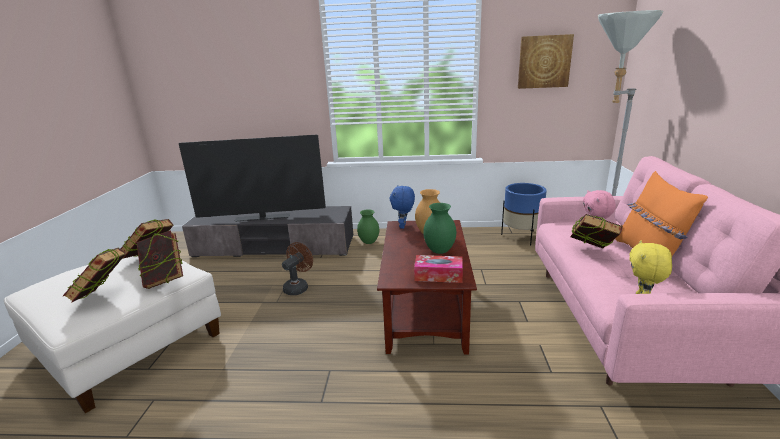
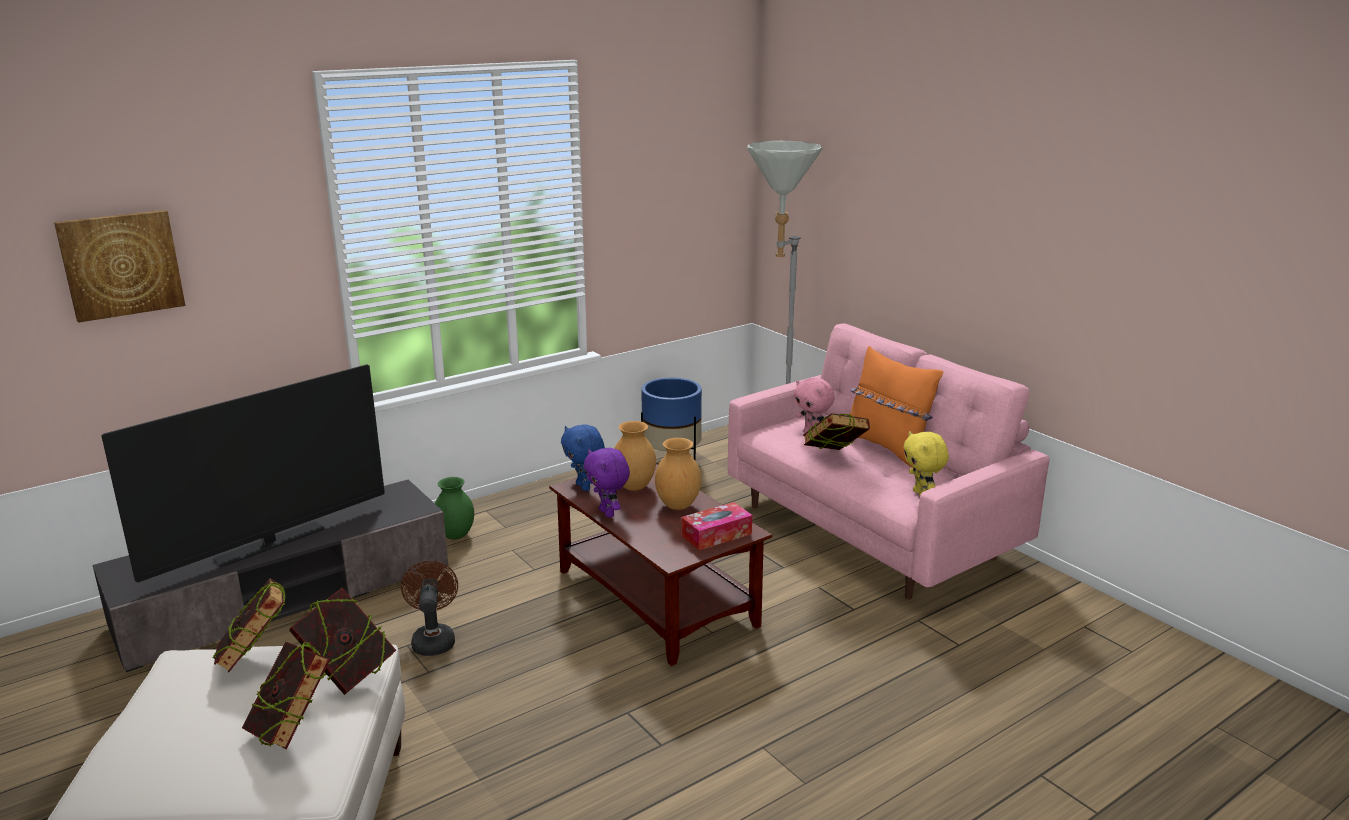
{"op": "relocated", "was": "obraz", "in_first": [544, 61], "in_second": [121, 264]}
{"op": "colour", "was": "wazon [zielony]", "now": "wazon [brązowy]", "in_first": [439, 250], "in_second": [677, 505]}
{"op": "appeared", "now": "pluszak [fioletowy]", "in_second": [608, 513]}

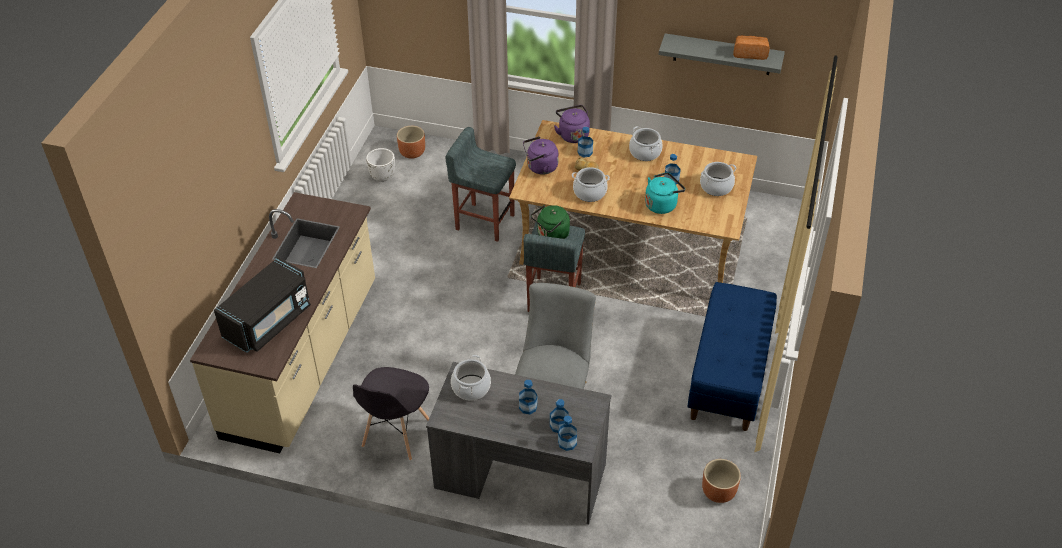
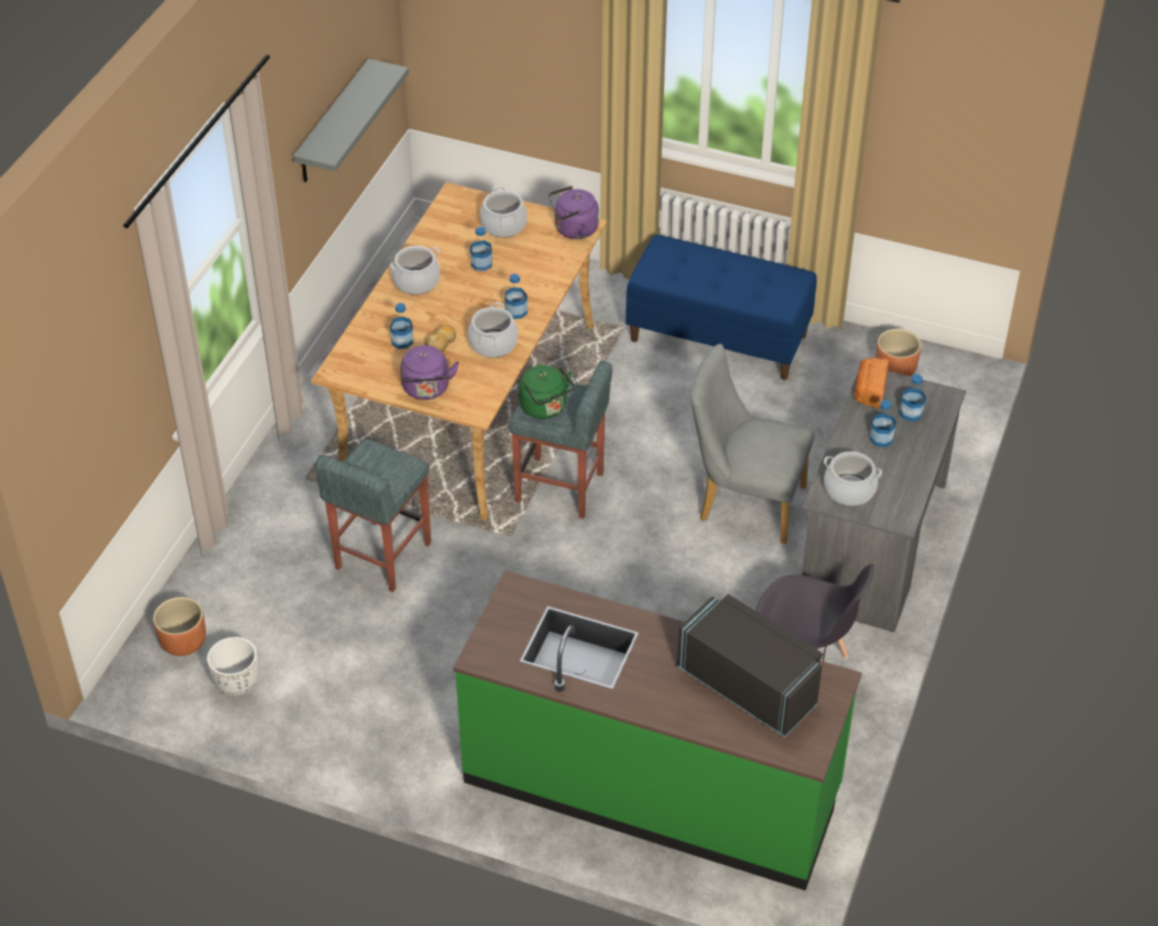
{"op": "relocated", "was": "chleb", "in_first": [750, 53], "in_second": [869, 391]}
{"op": "relocated", "was": "czajnik [fioletowy]", "in_first": [572, 134], "in_second": [573, 230]}
{"op": "missing", "was": "czajnik [turkusowy]", "in_first": [662, 204]}
{"op": "colour", "was": "zabudowa kuchenna [beżowy]", "now": "zabudowa kuchenna [zielony]", "in_first": [303, 359], "in_second": [652, 786]}
{"op": "relocated", "was": "butelka", "in_first": [567, 443], "in_second": [516, 311]}

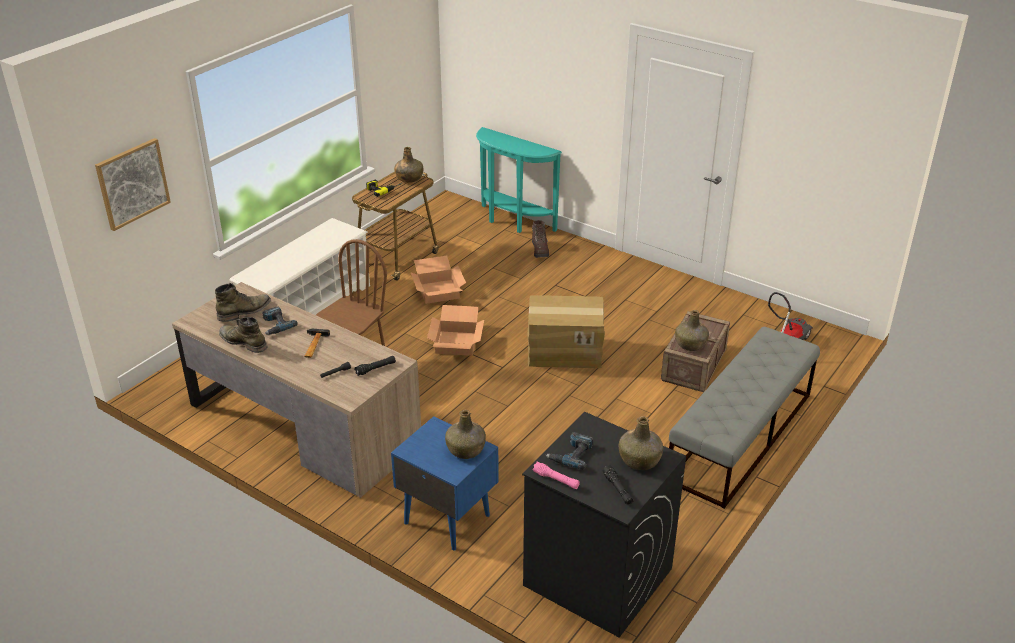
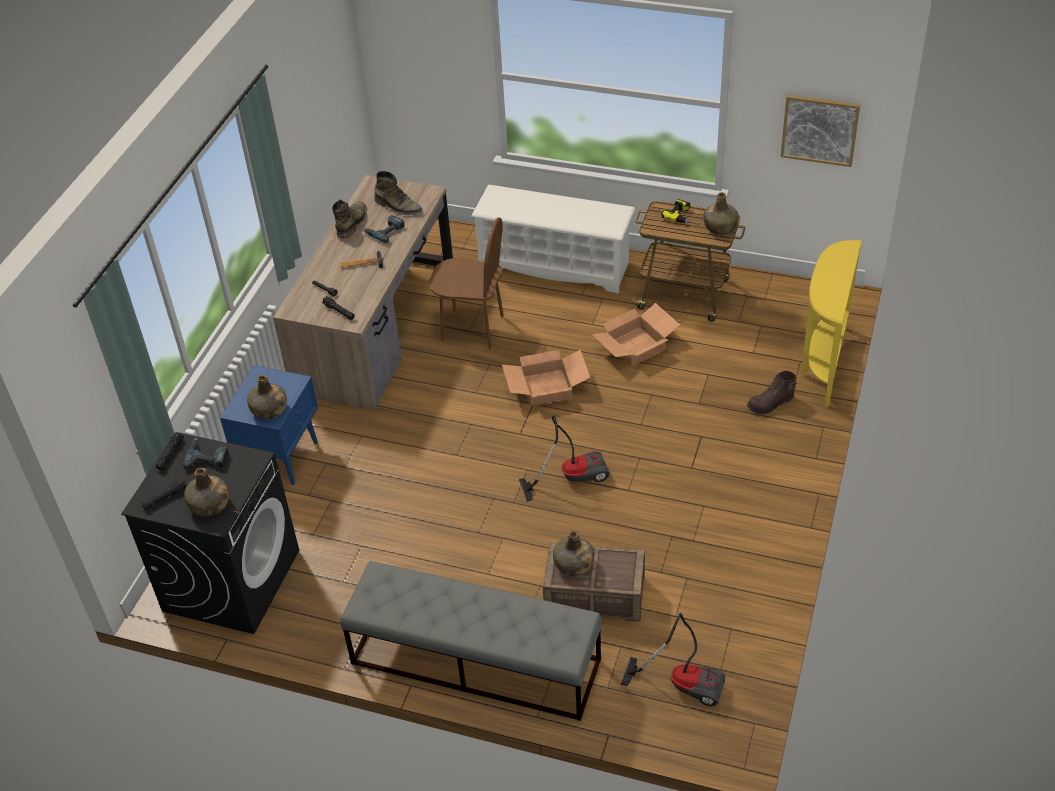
{"op": "colour", "was": "stolik konsolowy [turkusowy]", "now": "stolik konsolowy [żółty]", "in_first": [512, 222], "in_second": [822, 363]}
{"op": "relocated", "was": "obraz", "in_first": [132, 183], "in_second": [819, 129]}
{"op": "exchanged", "was": "karton", "now": "odkurzacz", "in_first": [565, 351], "in_second": [571, 476]}
{"op": "colour", "was": "latarka [różowy]", "now": "latarka [czarny]", "in_first": [556, 480], "in_second": [170, 455]}

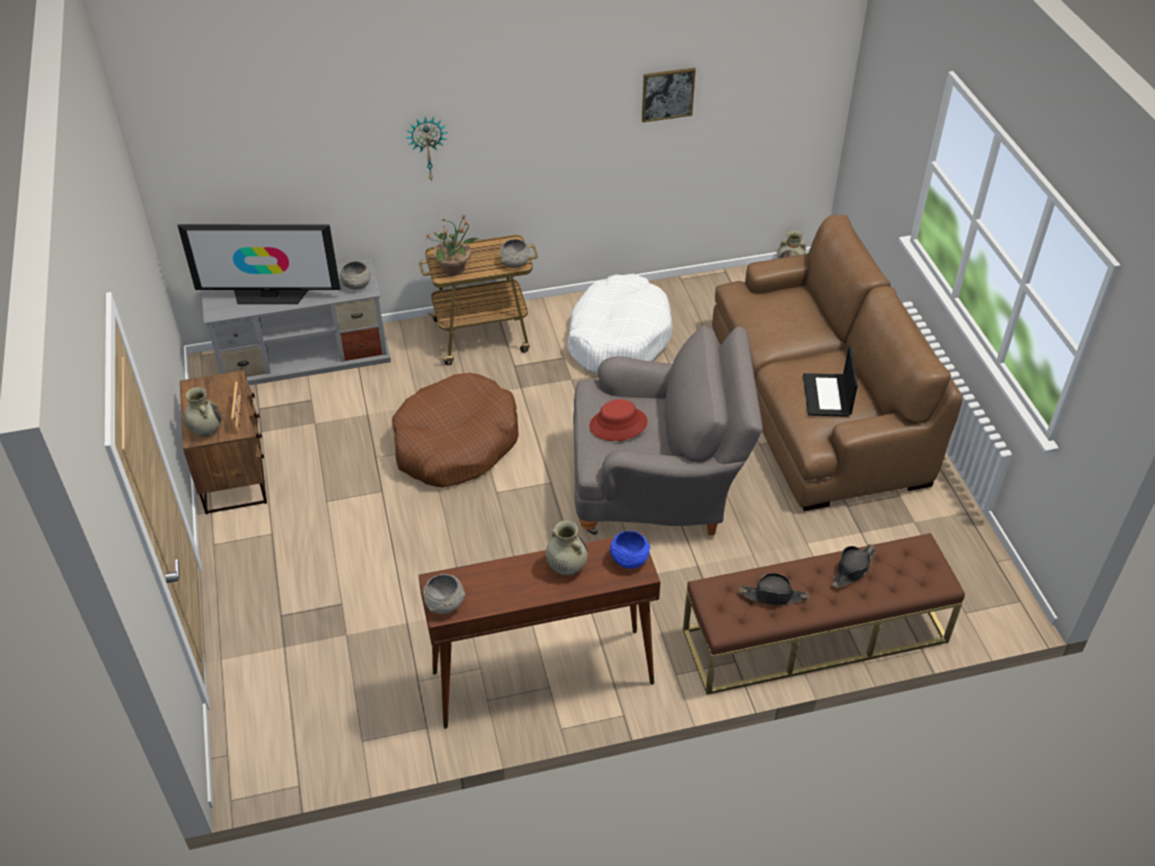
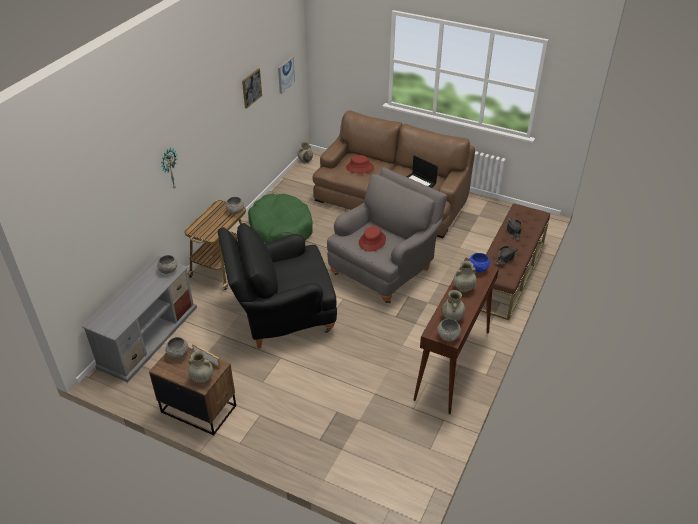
{"op": "missing", "was": "roślina doniczkowa", "in_first": [454, 268]}
{"op": "missing", "was": "telewizor", "in_first": [269, 295]}
{"op": "colour", "was": "legowisko [biały]", "now": "legowisko [zielony]", "in_first": [618, 337], "in_second": [281, 229]}
{"op": "exchanged", "was": "legowisko [brązowy]", "now": "fotel [czarny]", "in_first": [455, 443], "in_second": [281, 315]}
{"op": "appeared", "now": "obraz", "in_second": [285, 75]}
{"op": "appeared", "now": "kapelusz [czerwony]", "in_second": [359, 168]}
{"op": "appeared", "now": "wazon [beżowy]", "in_second": [452, 318]}
{"op": "appeared", "now": "miska [szary]", "in_second": [178, 354]}

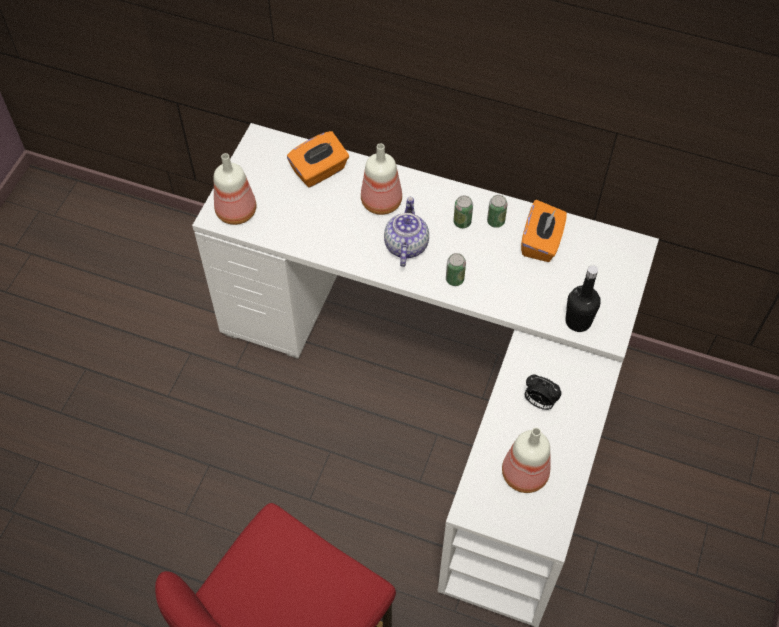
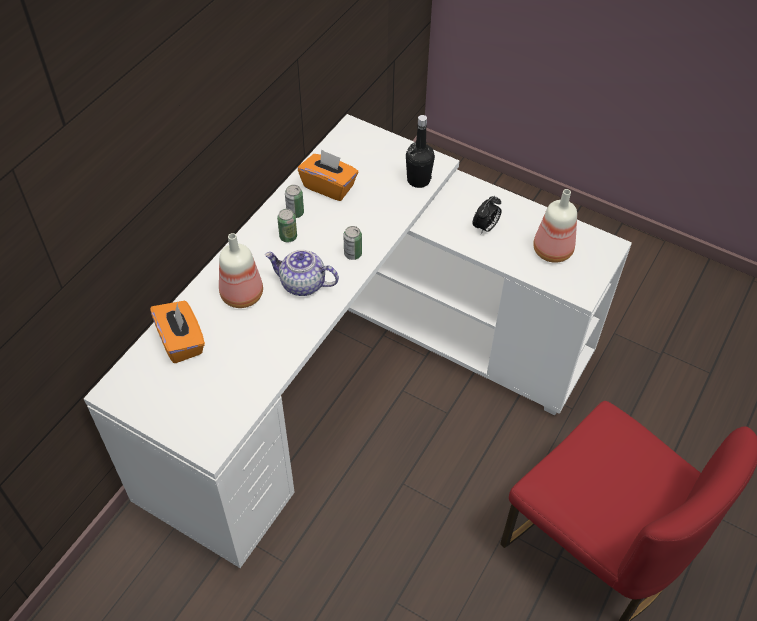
{"op": "missing", "was": "butelka", "in_first": [237, 210]}

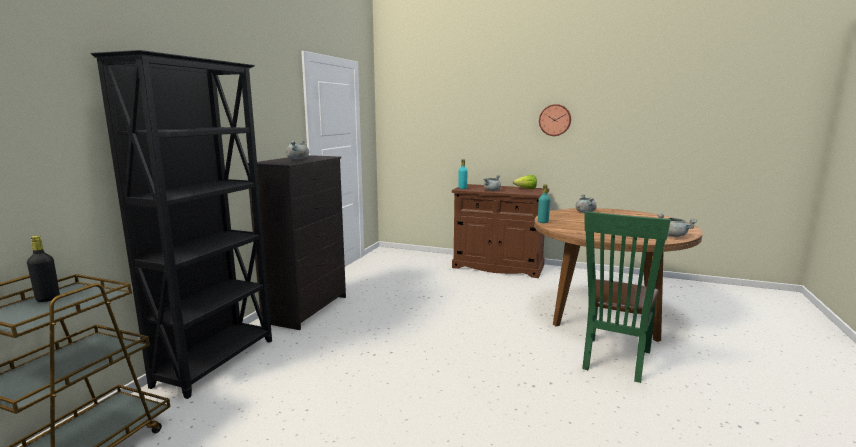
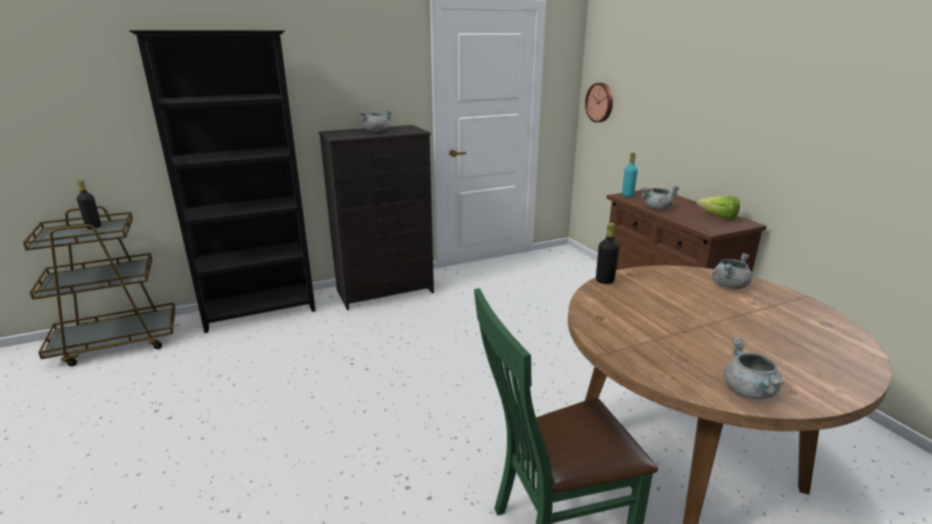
{"op": "relocated", "was": "zegar ścienny", "in_first": [555, 120], "in_second": [600, 102]}
{"op": "colour", "was": "butelka [turkusowy]", "now": "butelka [czarny]", "in_first": [543, 222], "in_second": [604, 281]}

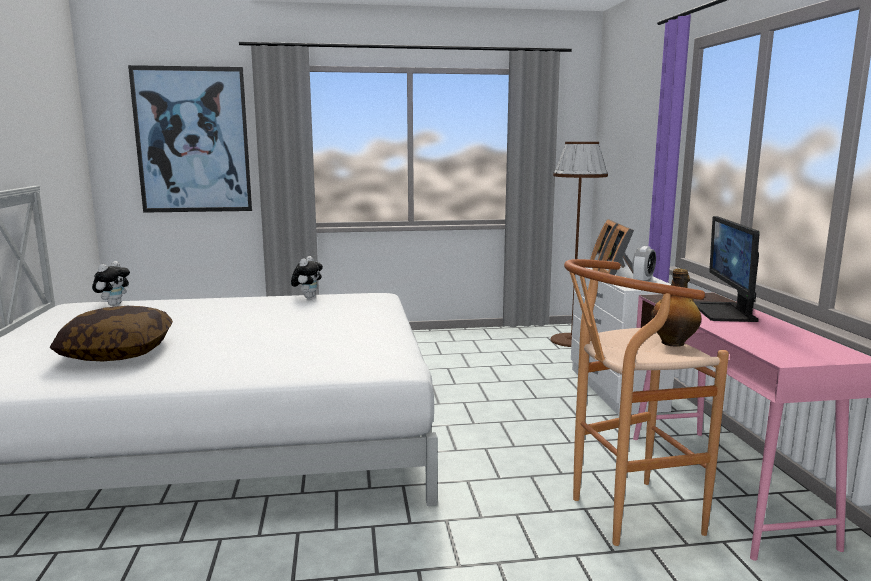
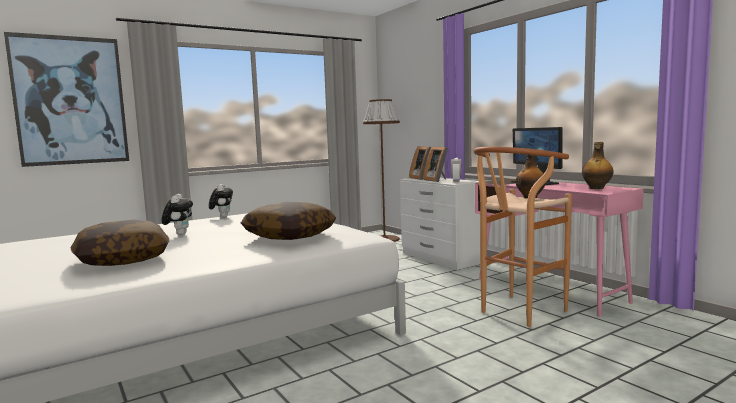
{"op": "relocated", "was": "pluszak", "in_first": [114, 304], "in_second": [179, 234]}
{"op": "appeared", "now": "butelka", "in_second": [596, 188]}
{"op": "appeared", "now": "poduszka", "in_second": [289, 236]}

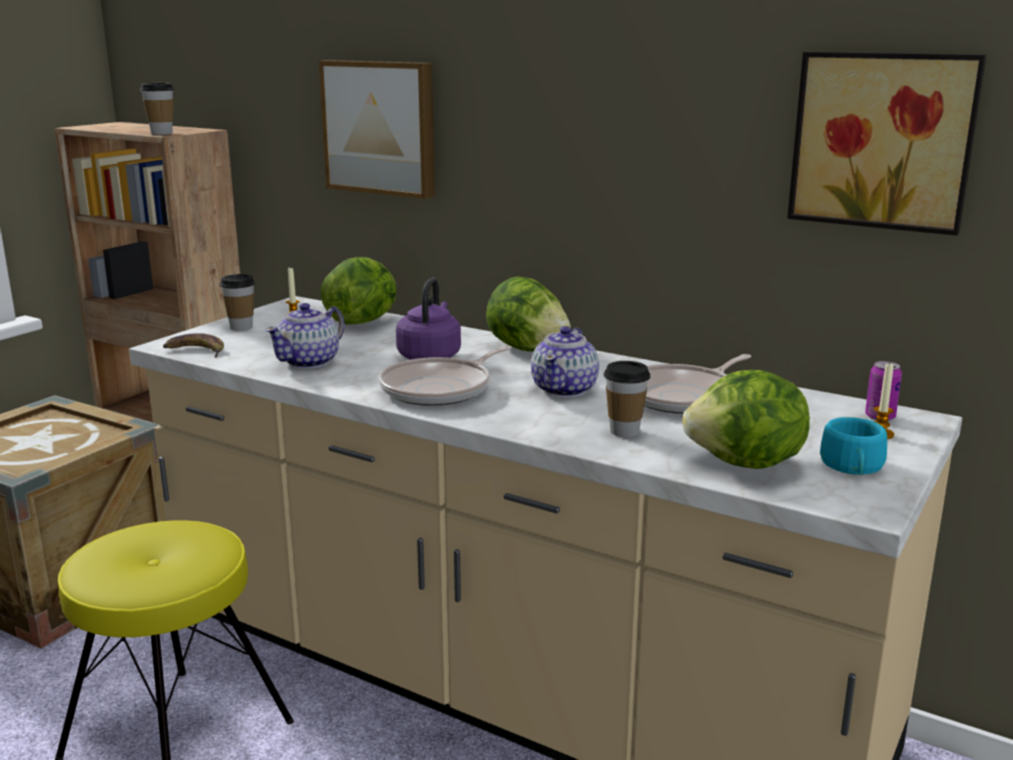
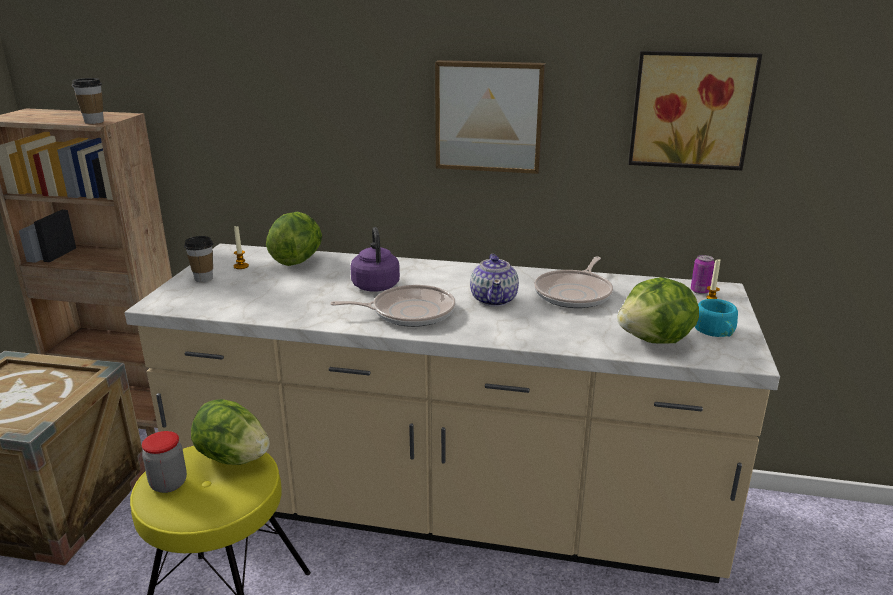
{"op": "relocated", "was": "obraz", "in_first": [381, 127], "in_second": [489, 116]}
{"op": "relocated", "was": "sałata", "in_first": [527, 349], "in_second": [233, 458]}
{"op": "missing", "was": "imbryk", "in_first": [309, 362]}
{"op": "missing", "was": "banan", "in_first": [196, 350]}
{"op": "spun", "was": "patelnia", "in_first": [440, 389], "in_second": [408, 312], "clockwise": -120}
{"op": "missing", "was": "filiżanka", "in_first": [624, 431]}
{"op": "appeared", "now": "słoik", "in_second": [168, 484]}

